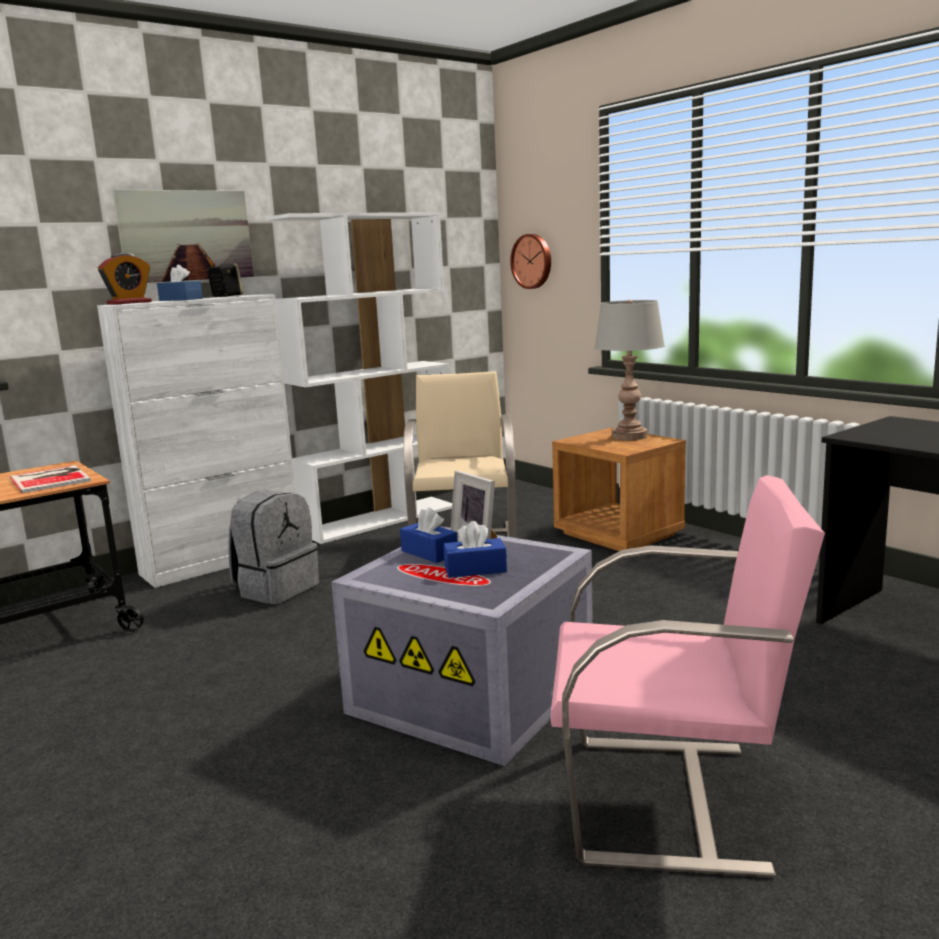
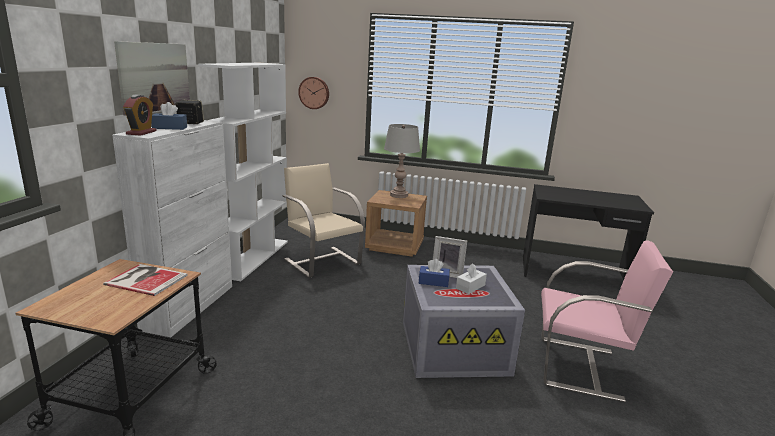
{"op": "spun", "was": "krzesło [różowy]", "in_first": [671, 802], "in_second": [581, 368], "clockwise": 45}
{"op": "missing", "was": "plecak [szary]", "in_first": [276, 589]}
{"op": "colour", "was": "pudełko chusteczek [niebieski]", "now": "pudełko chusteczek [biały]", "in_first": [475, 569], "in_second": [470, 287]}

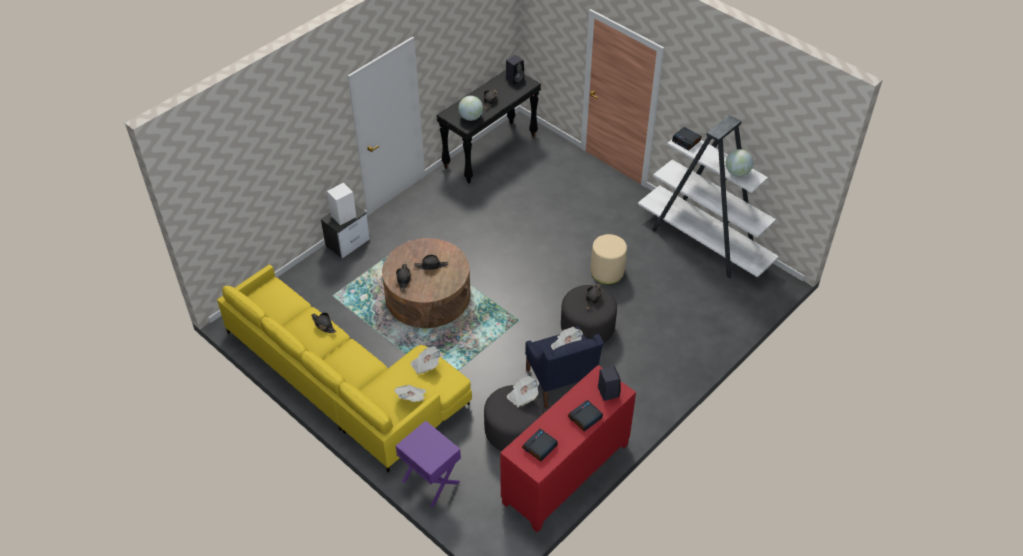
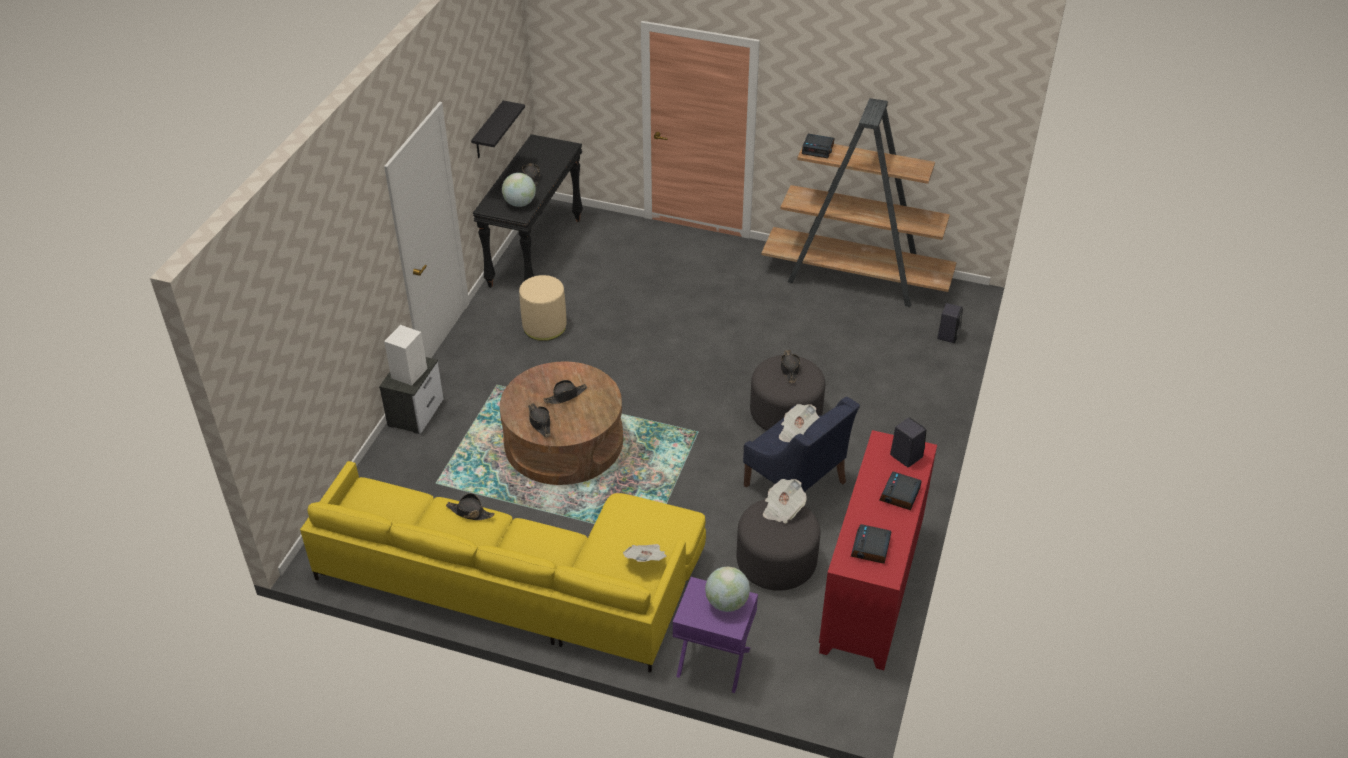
{"op": "relocated", "was": "głośnik [czarny]", "in_first": [515, 79], "in_second": [948, 335]}
{"op": "colour", "was": "regał [biały]", "now": "regał [brązowy]", "in_first": [704, 243], "in_second": [856, 278]}
{"op": "relocated", "was": "globus", "in_first": [737, 173], "in_second": [726, 602]}
{"op": "relocated", "was": "pufa [beżowy]", "in_first": [607, 272], "in_second": [544, 327]}
{"op": "missing", "was": "gazeta", "in_first": [426, 365]}
{"op": "appeared", "now": "półka [czarny]", "in_second": [488, 131]}

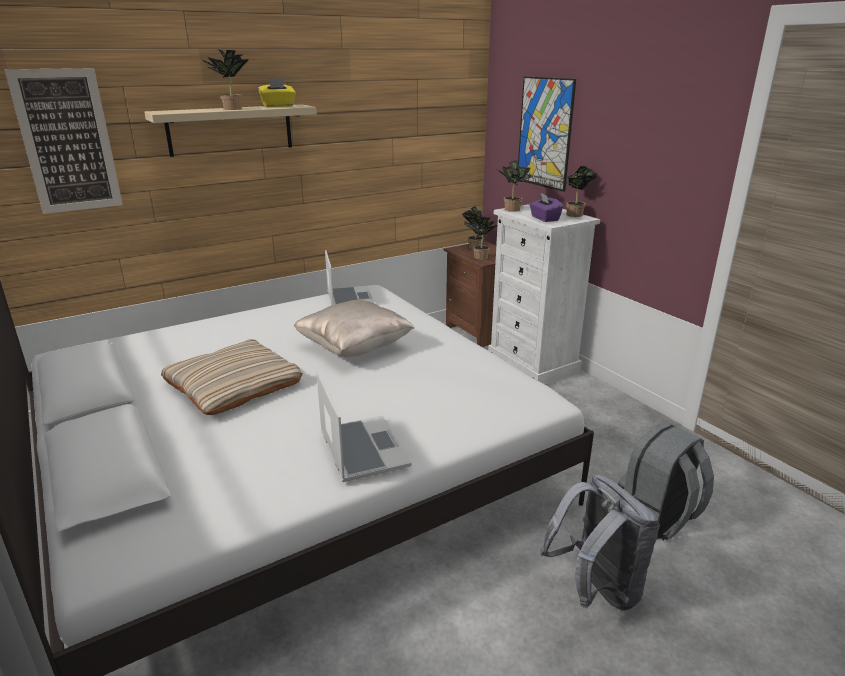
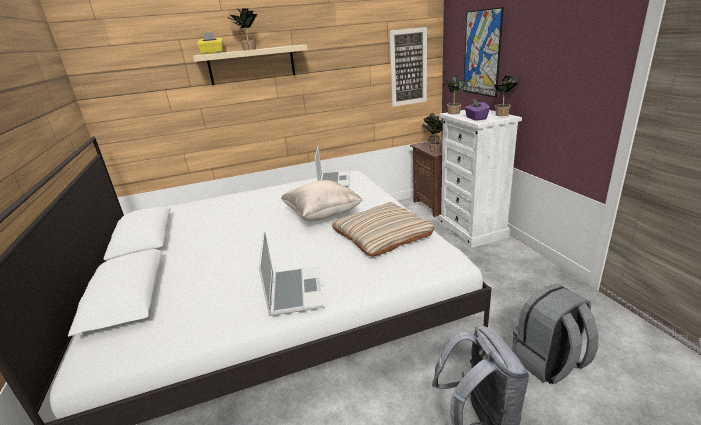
{"op": "relocated", "was": "obraz", "in_first": [67, 142], "in_second": [408, 67]}
{"op": "relocated", "was": "pudełko chusteczek [żółty]", "in_first": [278, 106], "in_second": [212, 53]}
{"op": "relocated", "was": "poduszka [beżowy]", "in_first": [233, 384], "in_second": [381, 234]}

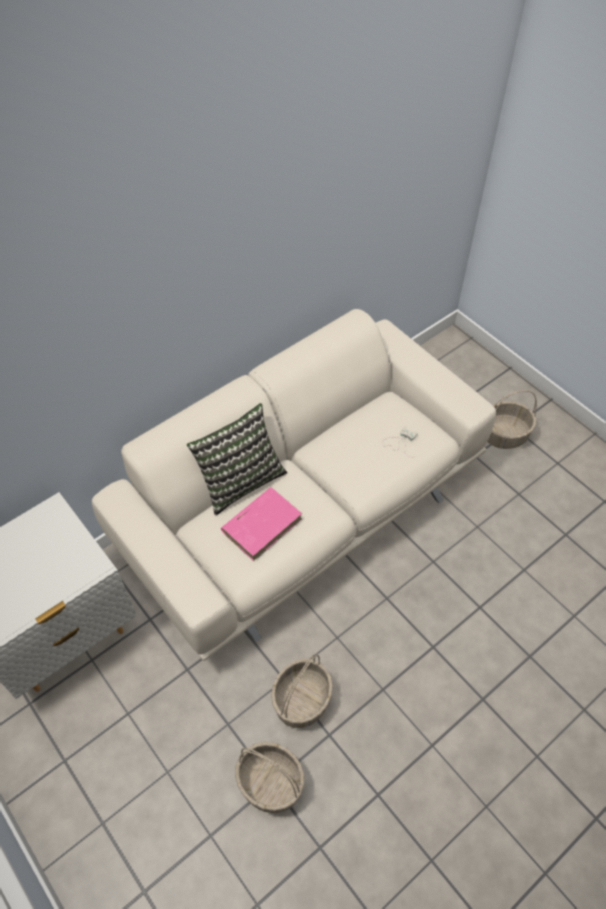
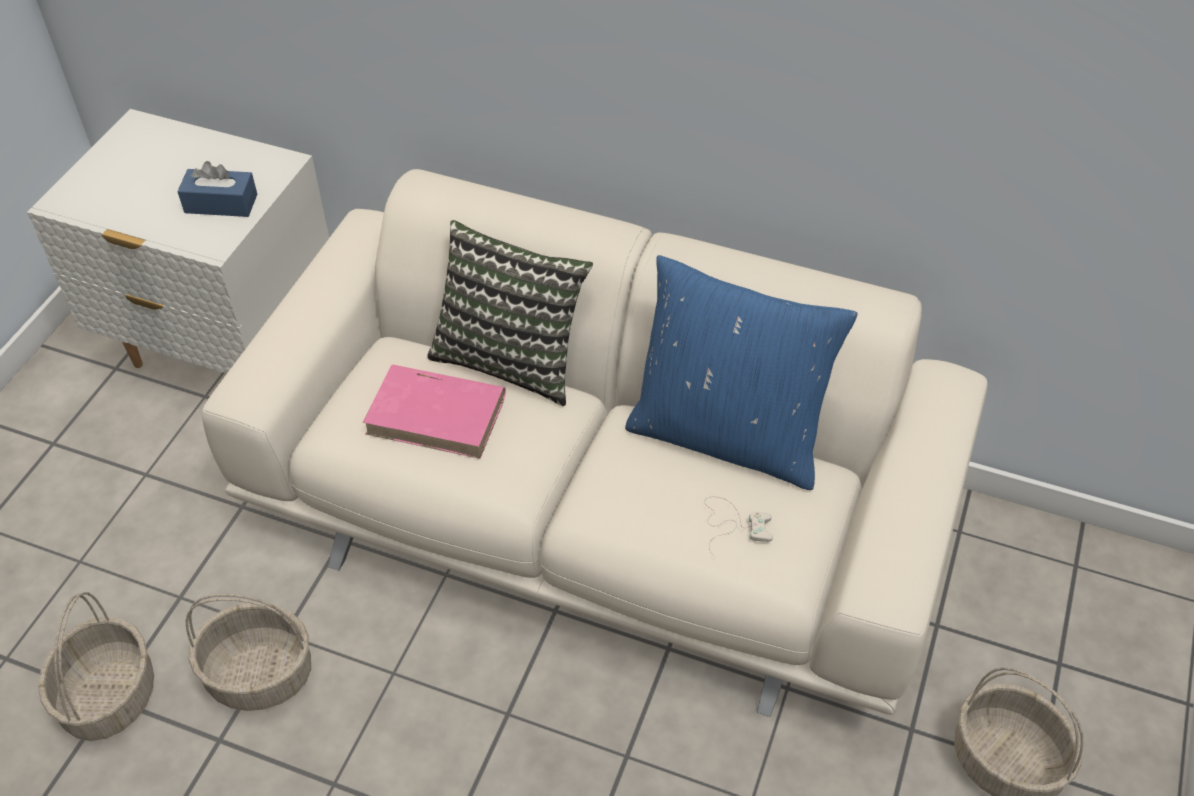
{"op": "appeared", "now": "pudełko chusteczek [niebieski]", "in_second": [221, 203]}
{"op": "appeared", "now": "poduszka [niebieski]", "in_second": [727, 436]}

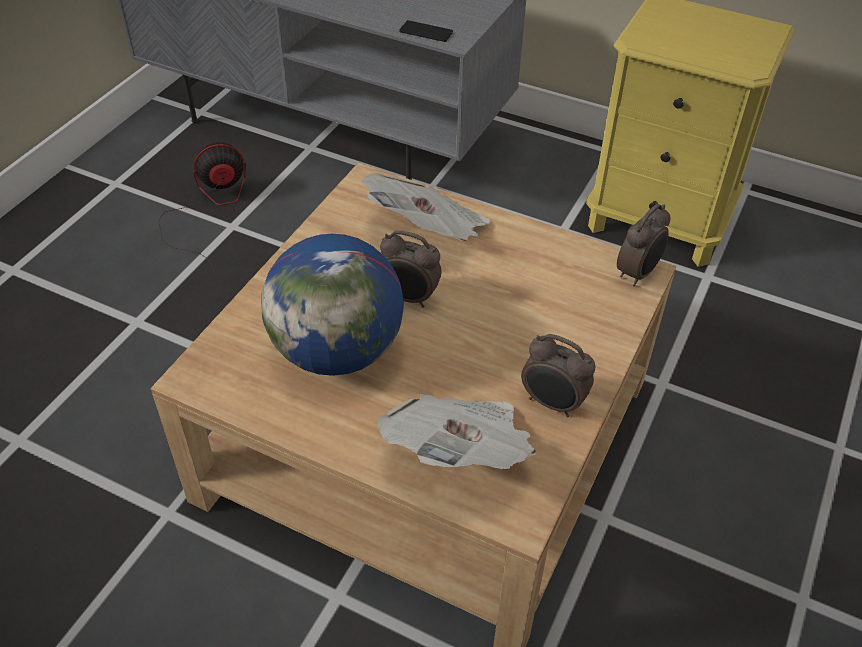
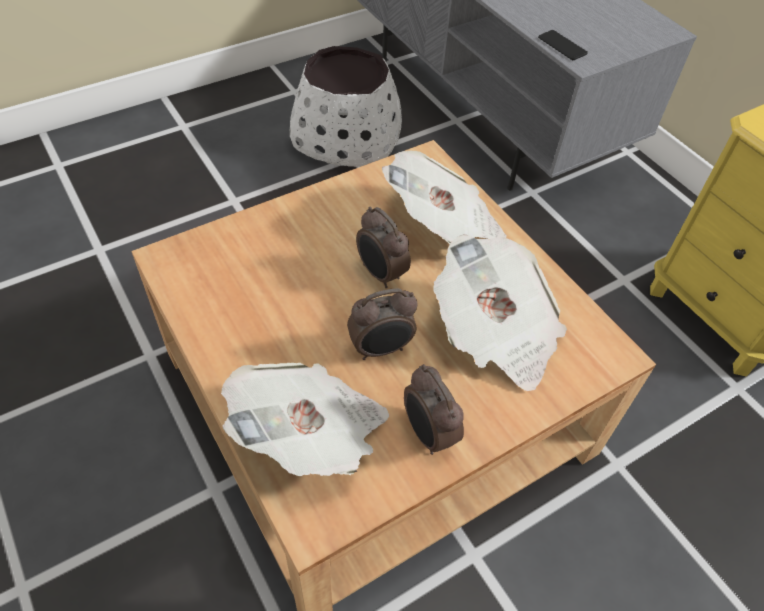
{"op": "exchanged", "was": "wentylator", "now": "donica [biały]", "in_first": [210, 208], "in_second": [346, 137]}
{"op": "relocated", "was": "budzik", "in_first": [638, 273], "in_second": [381, 349]}
{"op": "missing", "was": "globus", "in_first": [337, 351]}
{"op": "appeared", "now": "gazeta", "in_second": [496, 334]}

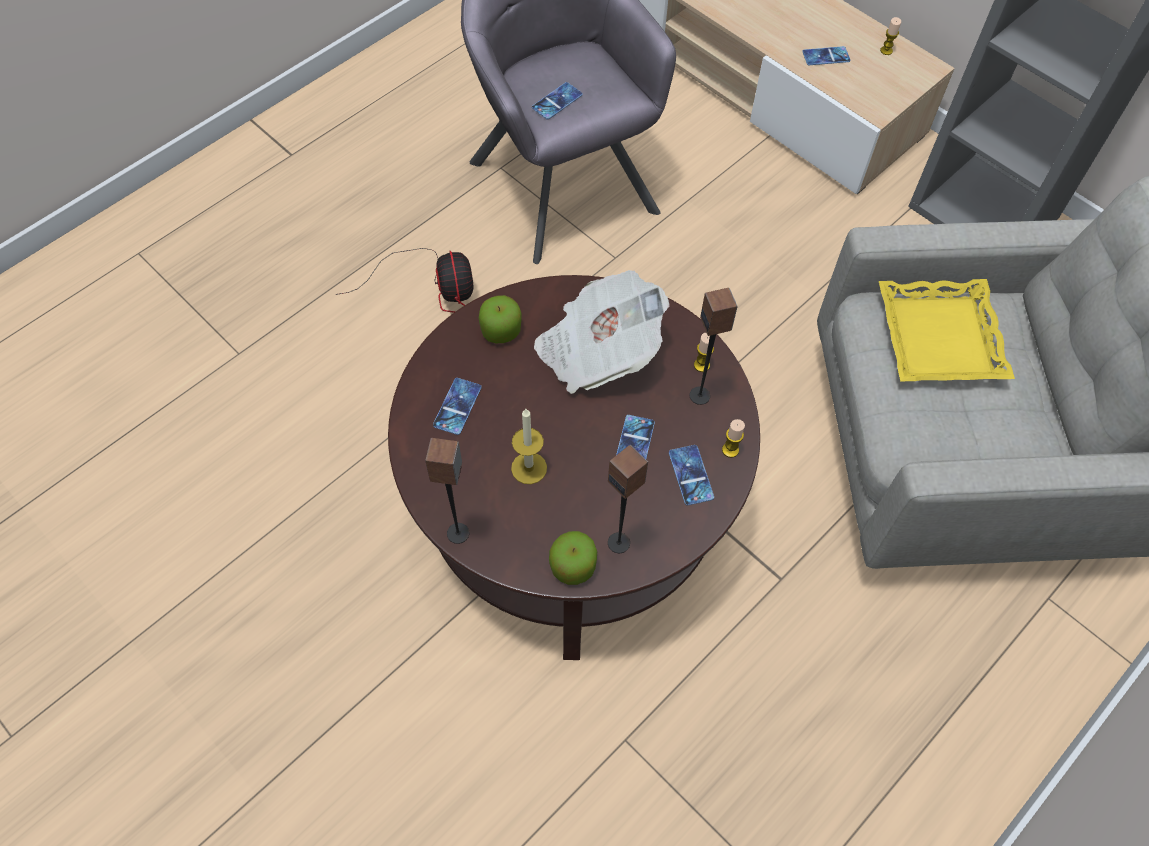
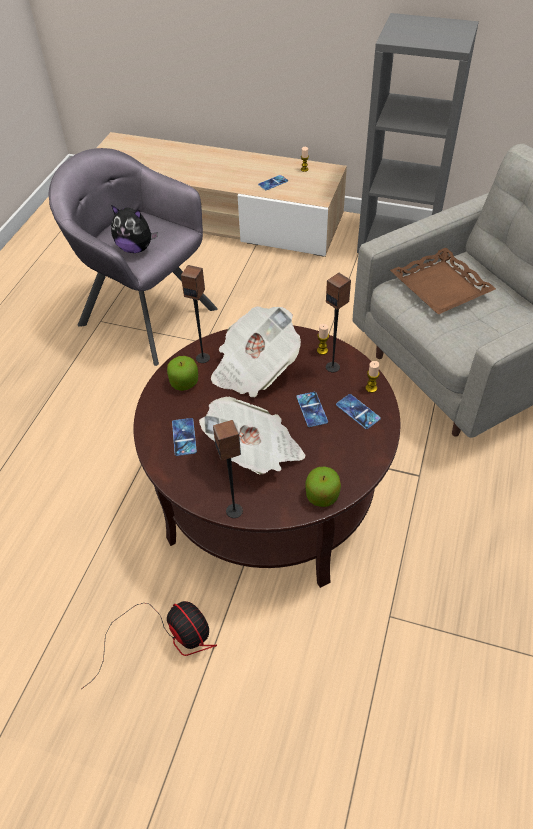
{"op": "exchanged", "was": "telefon", "now": "pluszak", "in_first": [557, 101], "in_second": [136, 248]}
{"op": "relocated", "was": "wentylator", "in_first": [435, 288], "in_second": [166, 637]}
{"op": "colour", "was": "taca [żółty]", "now": "taca [brązowy]", "in_first": [941, 338], "in_second": [441, 287]}
{"op": "exchanged", "was": "świeca", "now": "gazeta", "in_first": [529, 468], "in_second": [255, 452]}
{"op": "relocated", "was": "głośnik", "in_first": [619, 542], "in_second": [203, 358]}

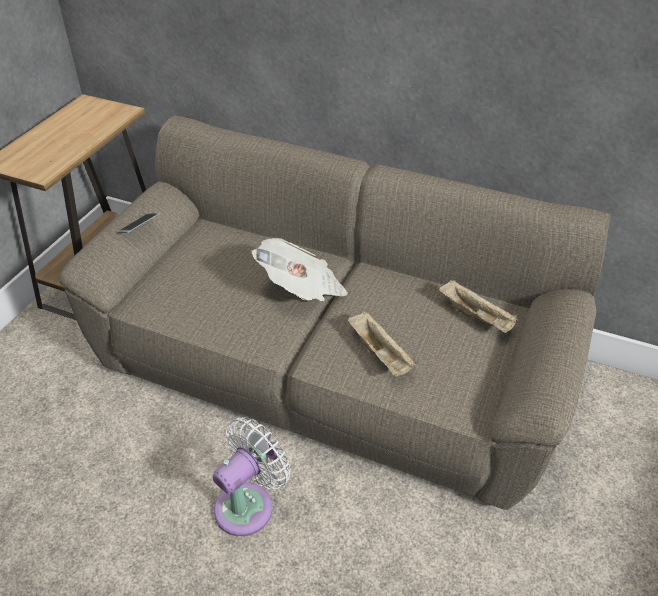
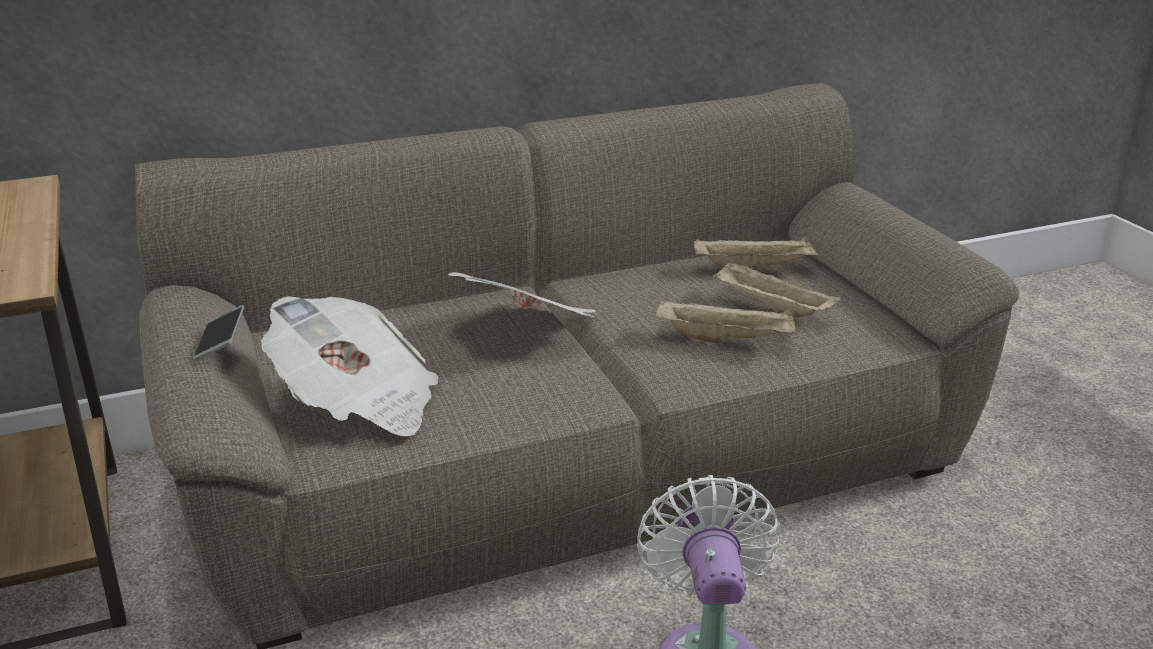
{"op": "appeared", "now": "taca [beżowy]", "in_second": [770, 308]}
{"op": "appeared", "now": "gazeta", "in_second": [358, 403]}

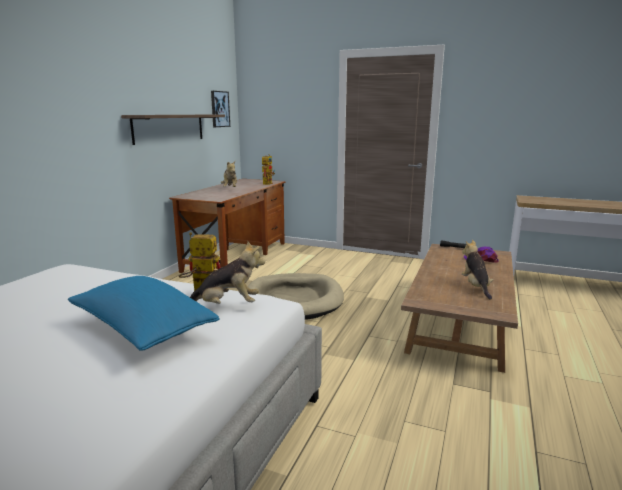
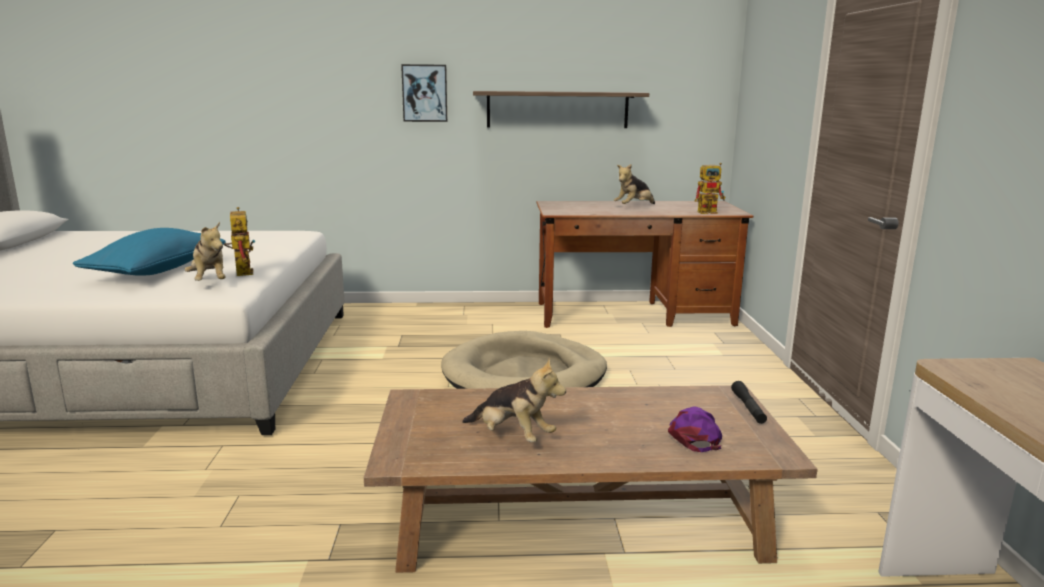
{"op": "relocated", "was": "obraz", "in_first": [219, 109], "in_second": [424, 93]}
{"op": "spun", "was": "pluszak", "in_first": [475, 287], "in_second": [512, 436], "clockwise": 60}

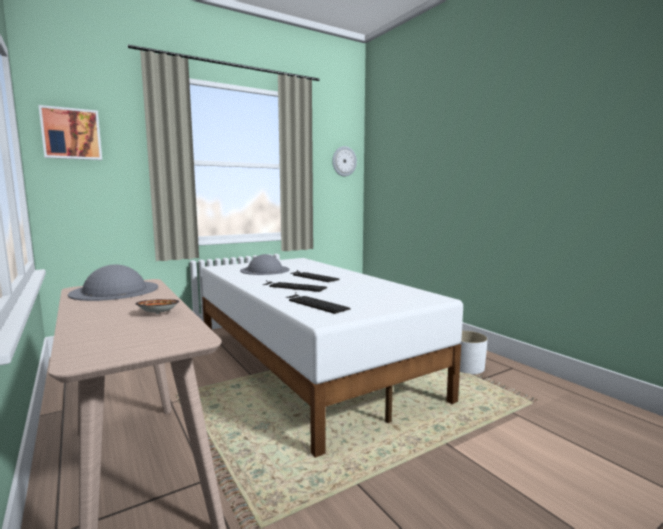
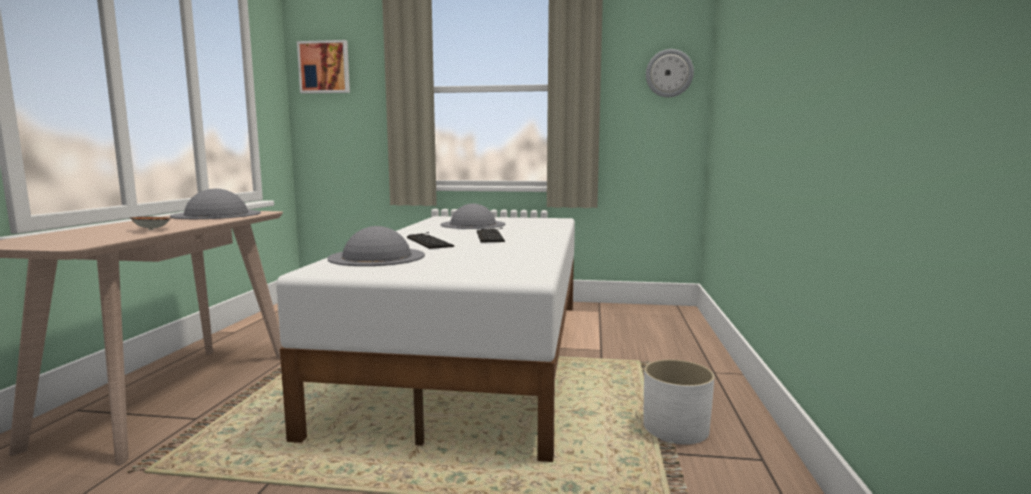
{"op": "exchanged", "was": "klawiatura", "now": "kapelusz [szary]", "in_first": [313, 303], "in_second": [376, 256]}

